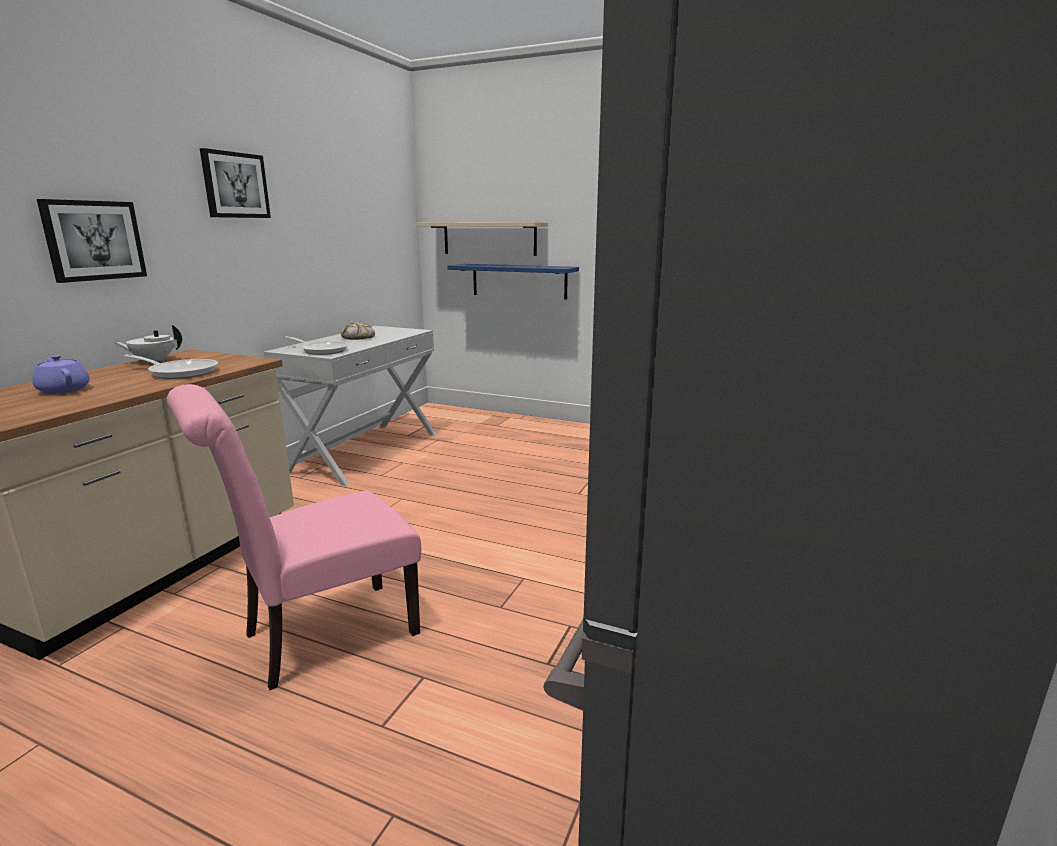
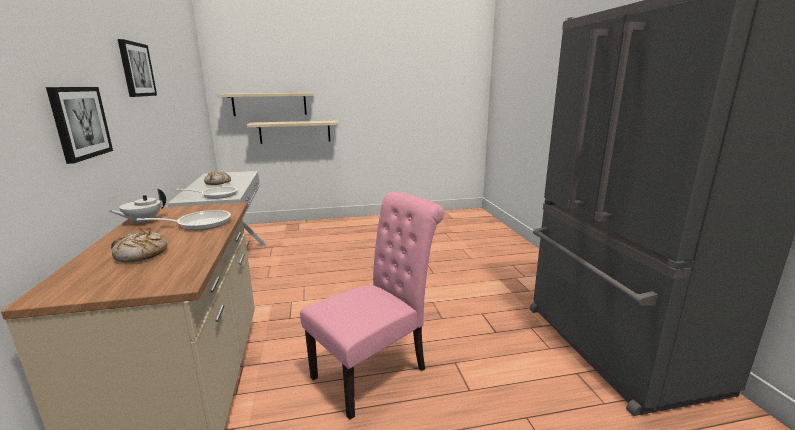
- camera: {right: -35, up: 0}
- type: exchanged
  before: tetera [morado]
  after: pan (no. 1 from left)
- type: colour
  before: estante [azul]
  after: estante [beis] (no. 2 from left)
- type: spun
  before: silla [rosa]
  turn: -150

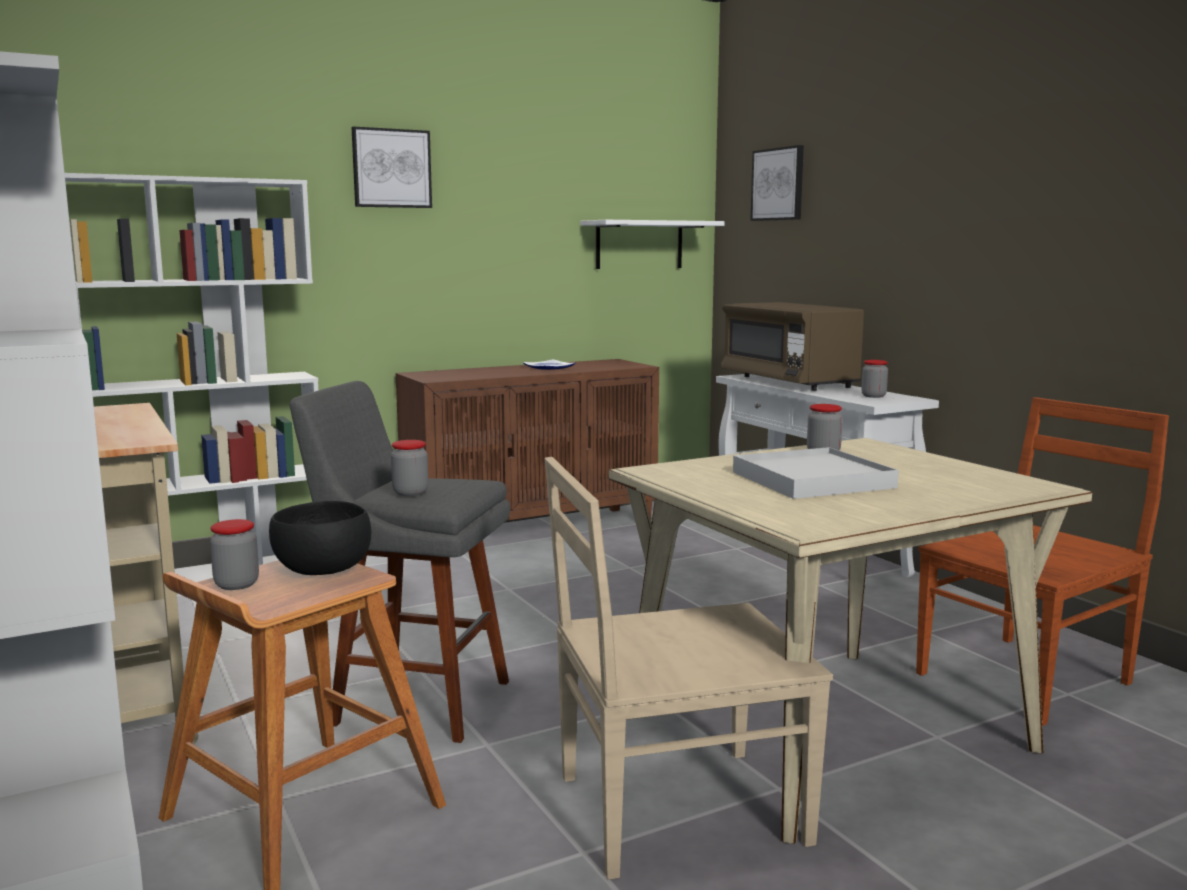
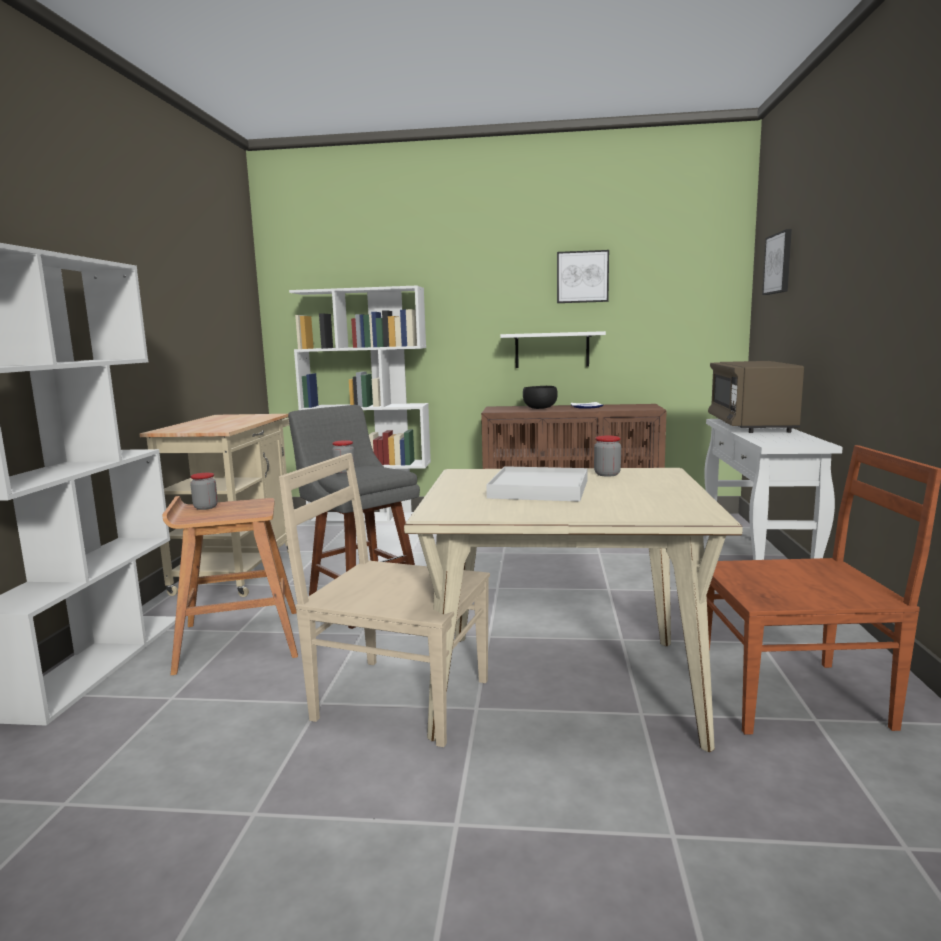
- camera: {right: 35, up: 0}
- type: relocated
  before: estante [blanco]
- type: relocated
  before: cuenco [negro]
- type: relocated
  before: cuadro (no. 1 from left)
- type: missing
  before: tarro (no. 4 from left)

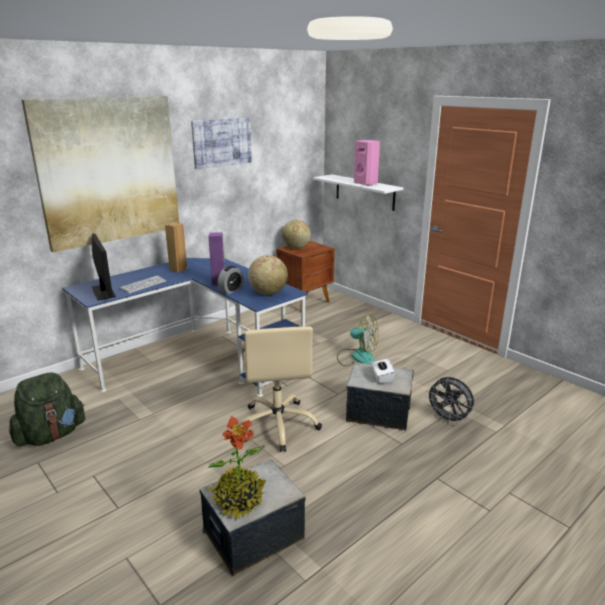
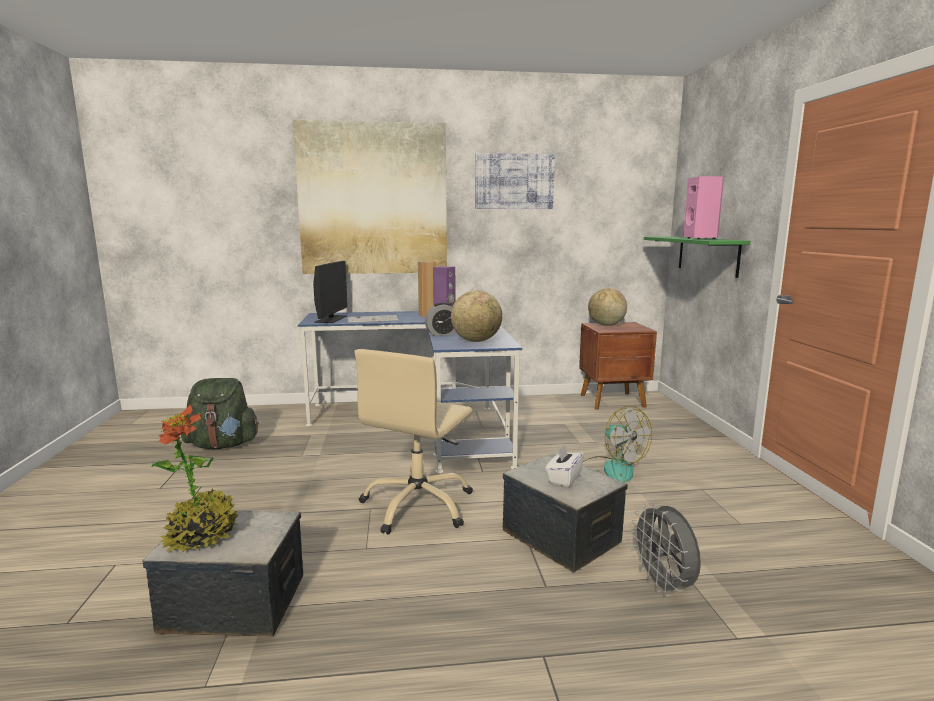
- camera: {right: 35, up: -10}
- type: colour
  before: estante [blanco]
  after: estante [verde]

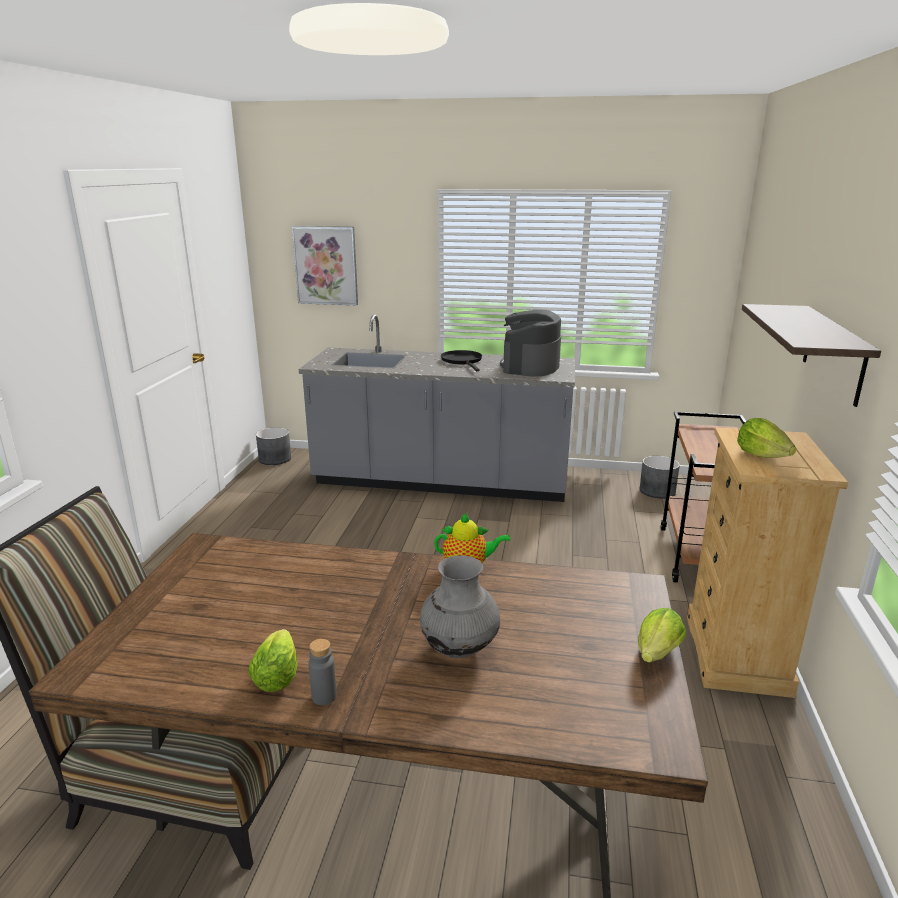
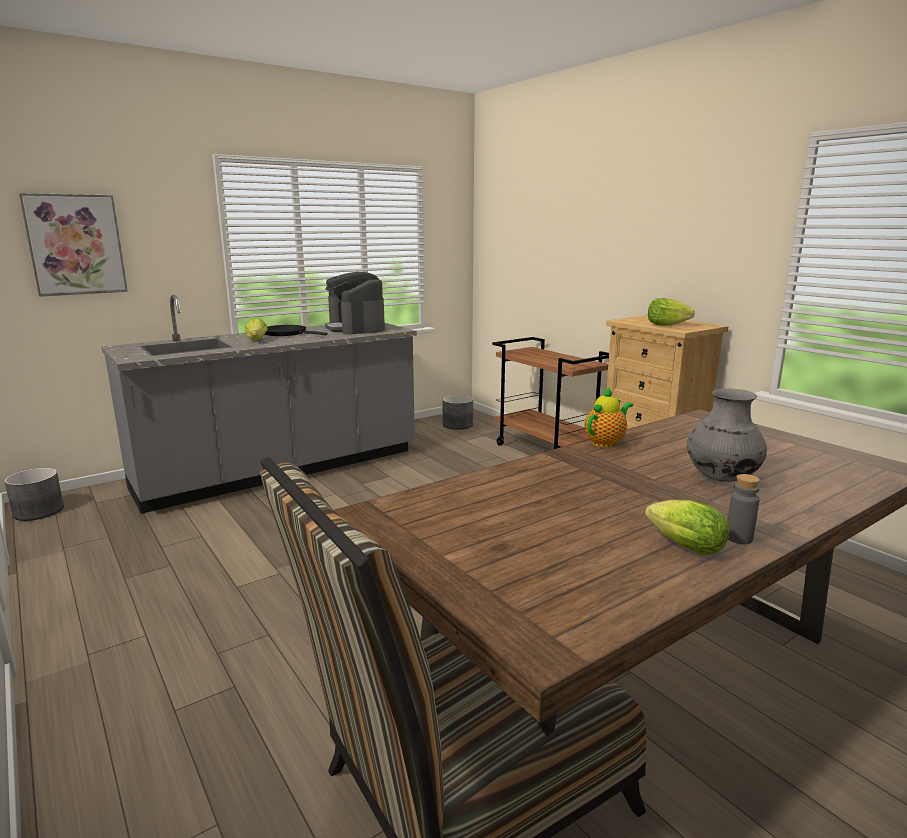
- camera: {right: -45, up: -5}
- type: relocated
  before: lechuga (no. 2 from left in the first image)
  after: lechuga (no. 1 from left)
- type: missing
  before: estante

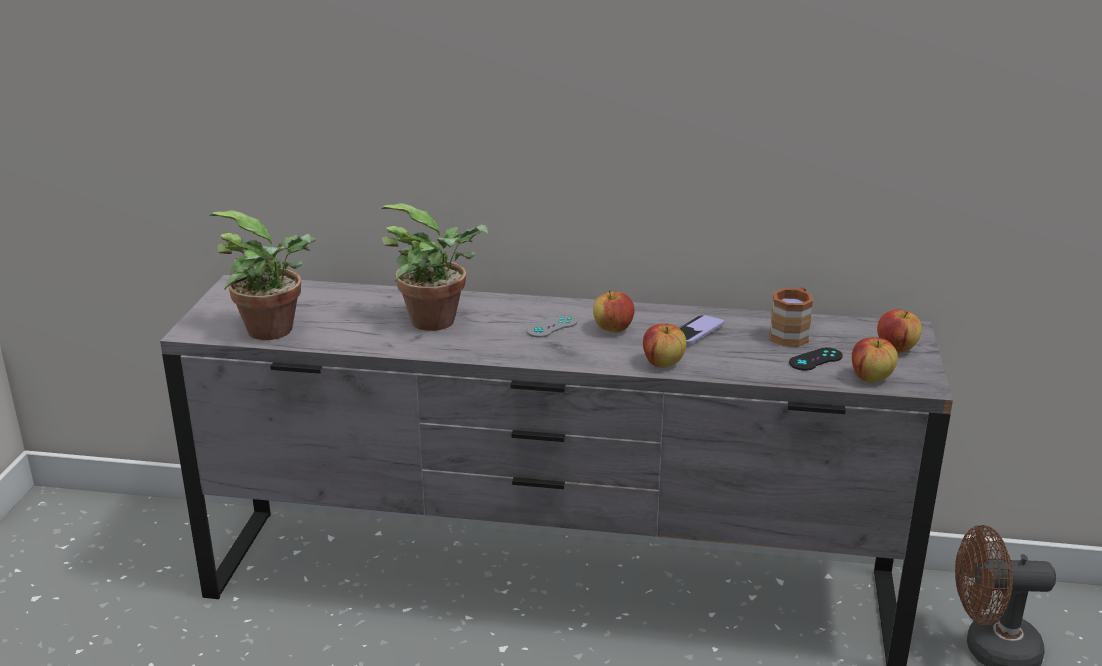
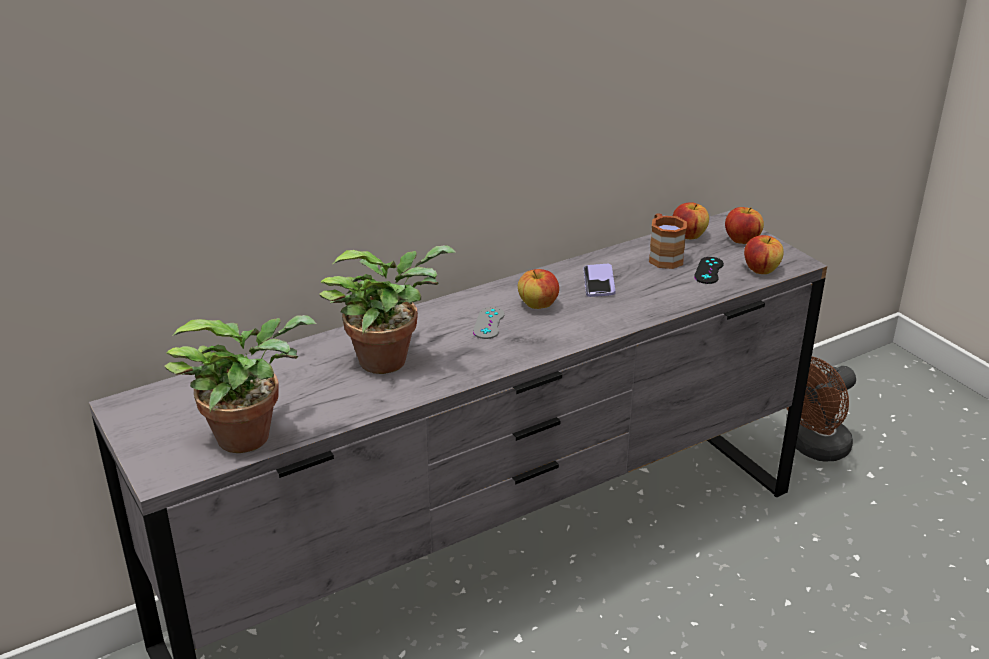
- camera: {right: -40, up: 5}
- type: relocated
  before: manzana (no. 2 from left)

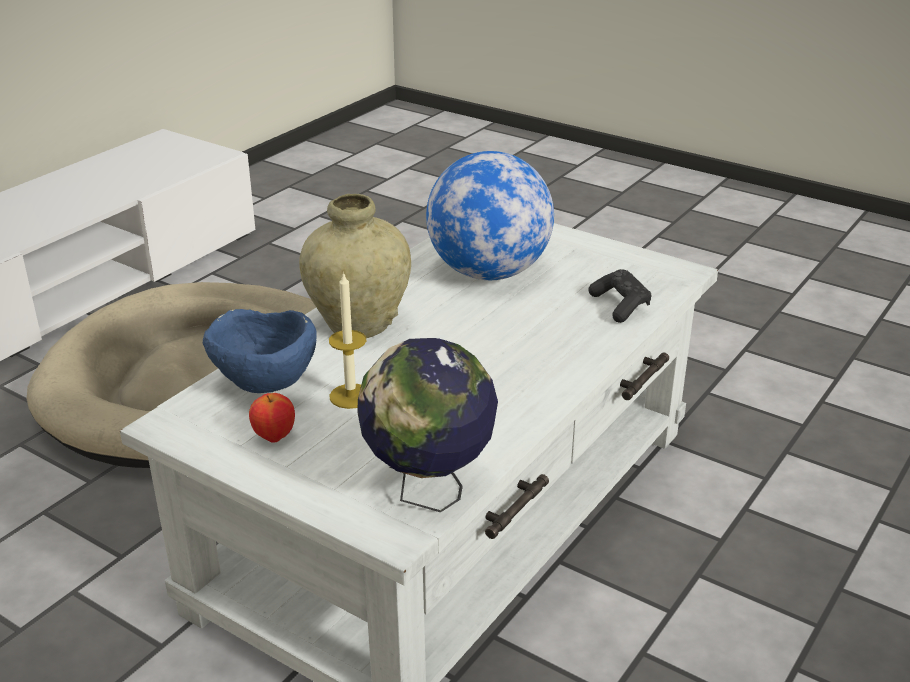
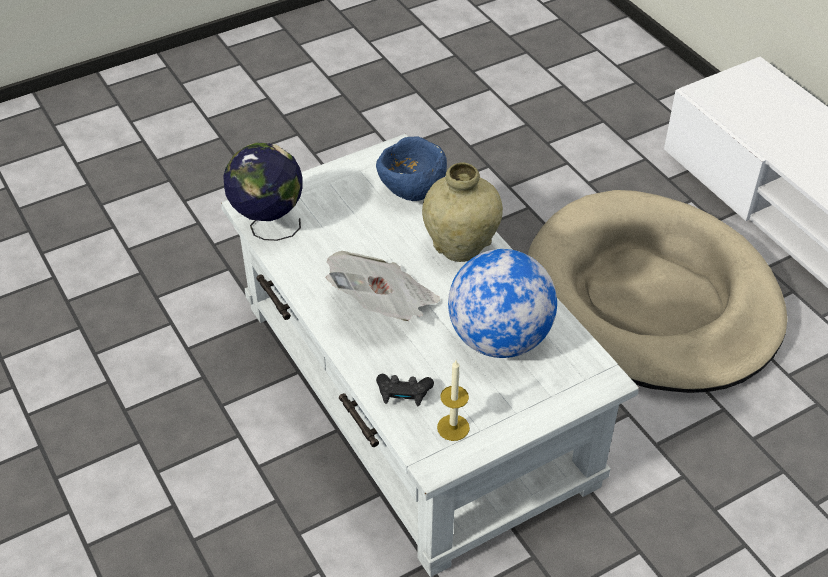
- camera: {right: 115, up: 15}
- type: appeared
  after: periódico
- type: relocated
  before: vela
- type: missing
  before: manzana

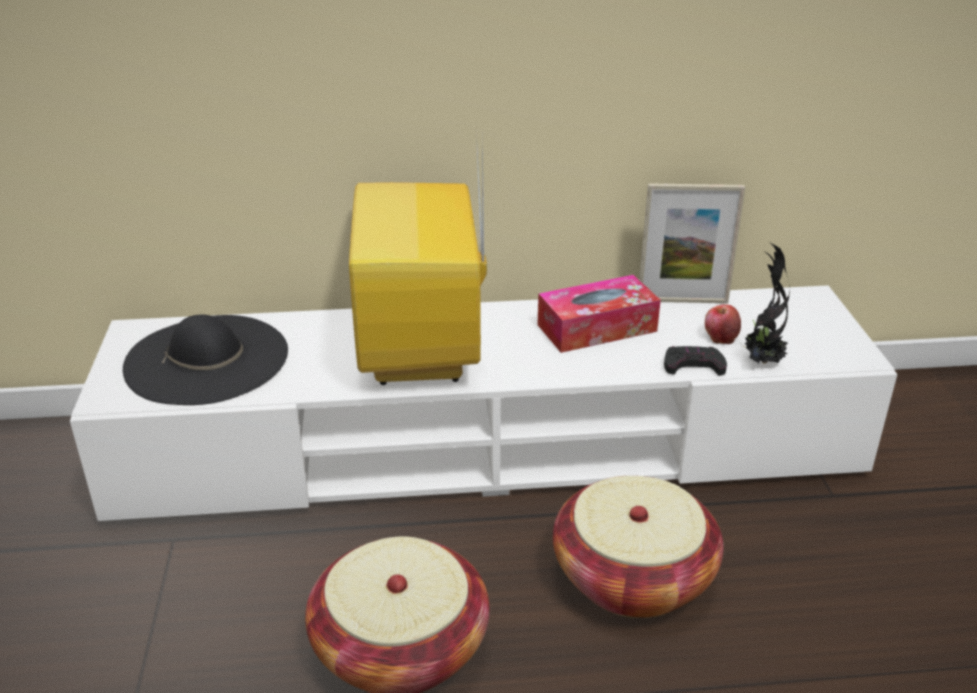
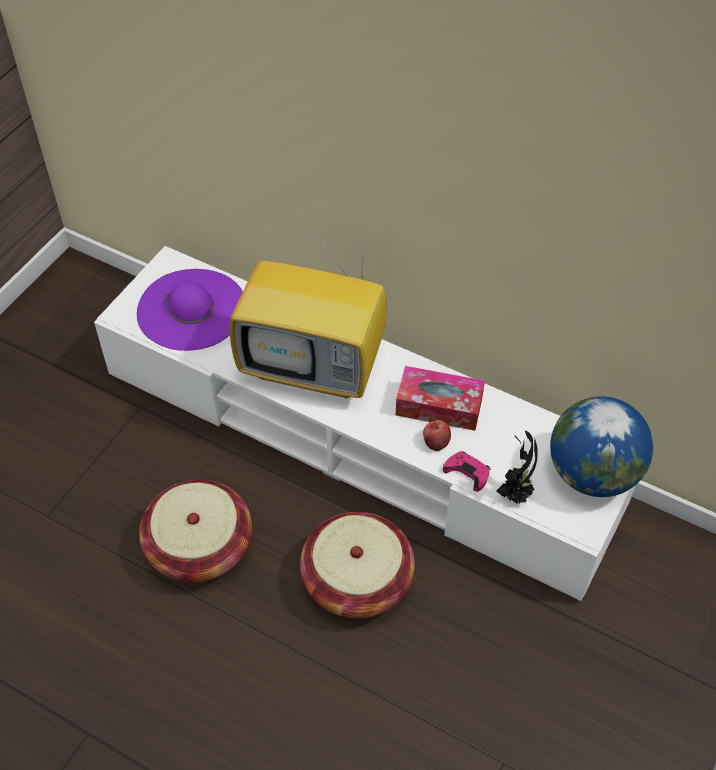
- camera: {right: 35, up: 20}
- type: colour
  before: sombrero [negro]
  after: sombrero [morado]
- type: spun
  before: televisor
  turn: -105
- type: relocated
  before: manzana
- type: colour
  before: mando de consola [negro]
  after: mando de consola [rosa]
- type: appeared
  after: globo terráqueo
- type: missing
  before: portarretratos

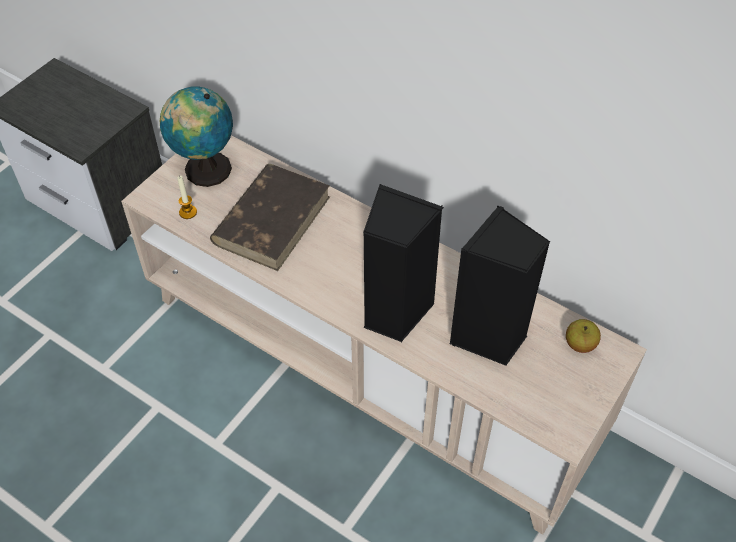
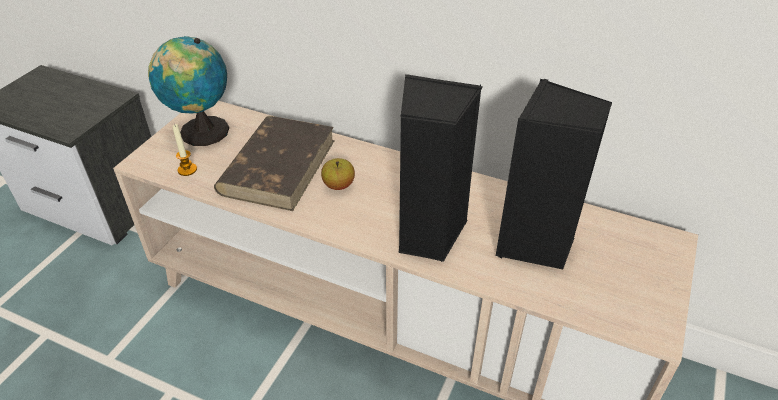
- camera: {right: -10, up: -10}
- type: relocated
  before: manzana

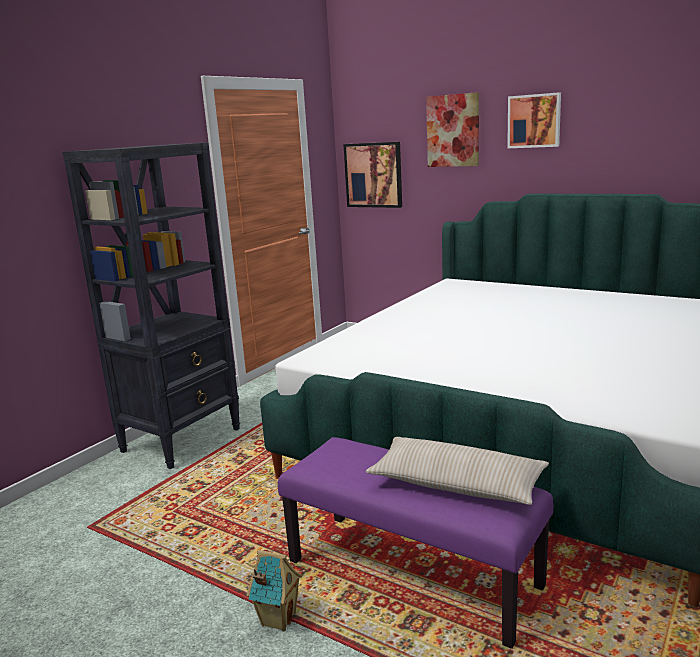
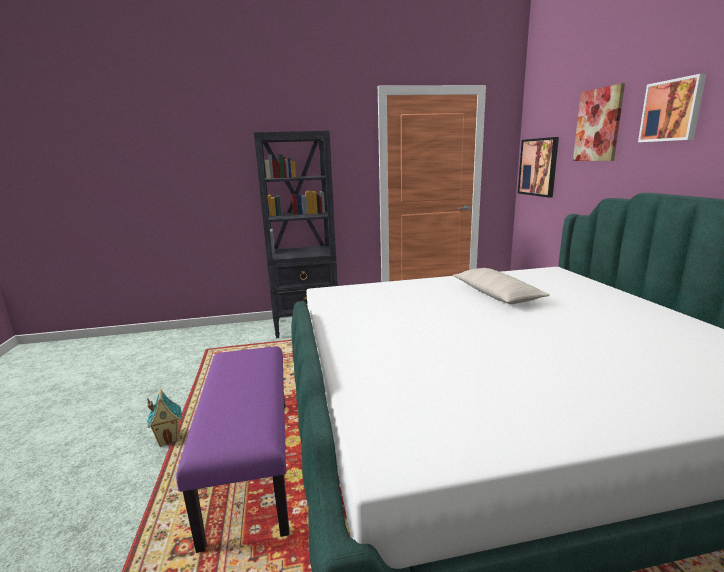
- camera: {right: 45, up: 0}
- type: relocated
  before: cojín [beis]

